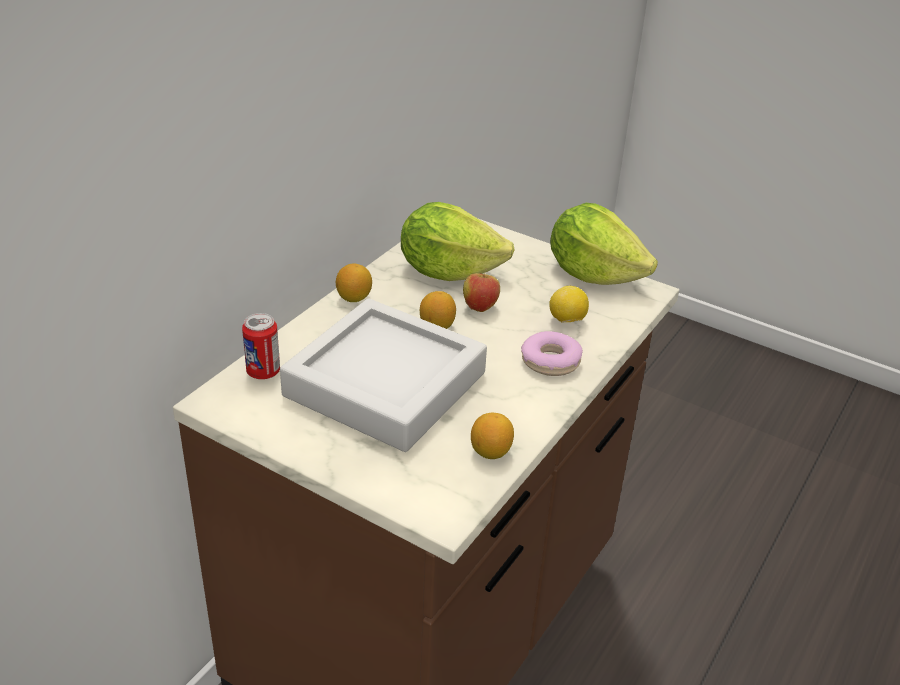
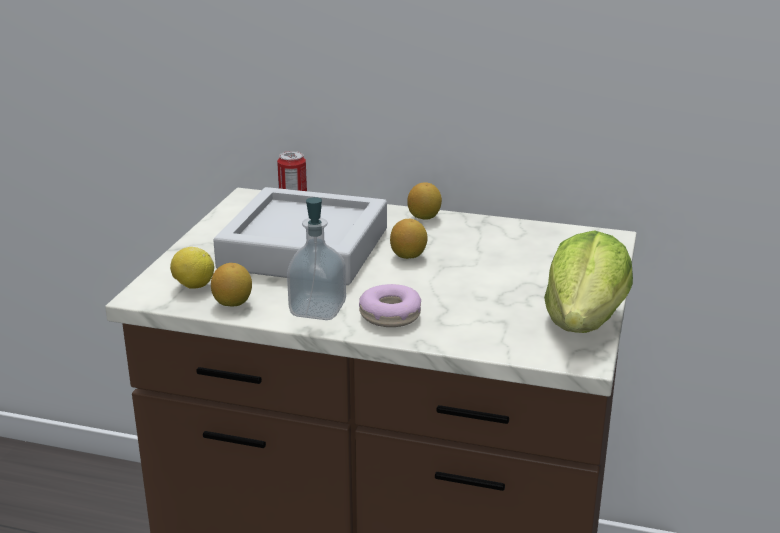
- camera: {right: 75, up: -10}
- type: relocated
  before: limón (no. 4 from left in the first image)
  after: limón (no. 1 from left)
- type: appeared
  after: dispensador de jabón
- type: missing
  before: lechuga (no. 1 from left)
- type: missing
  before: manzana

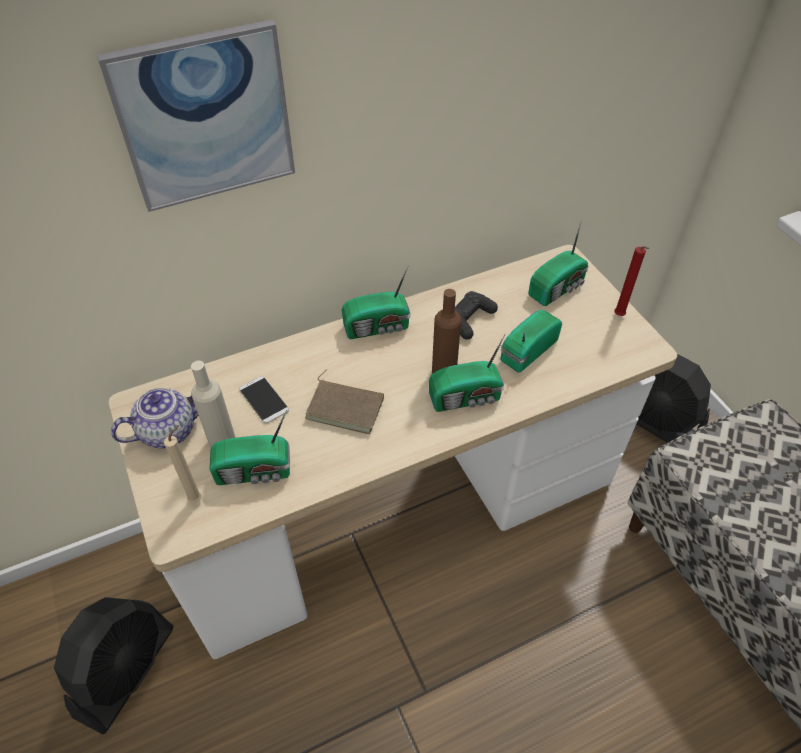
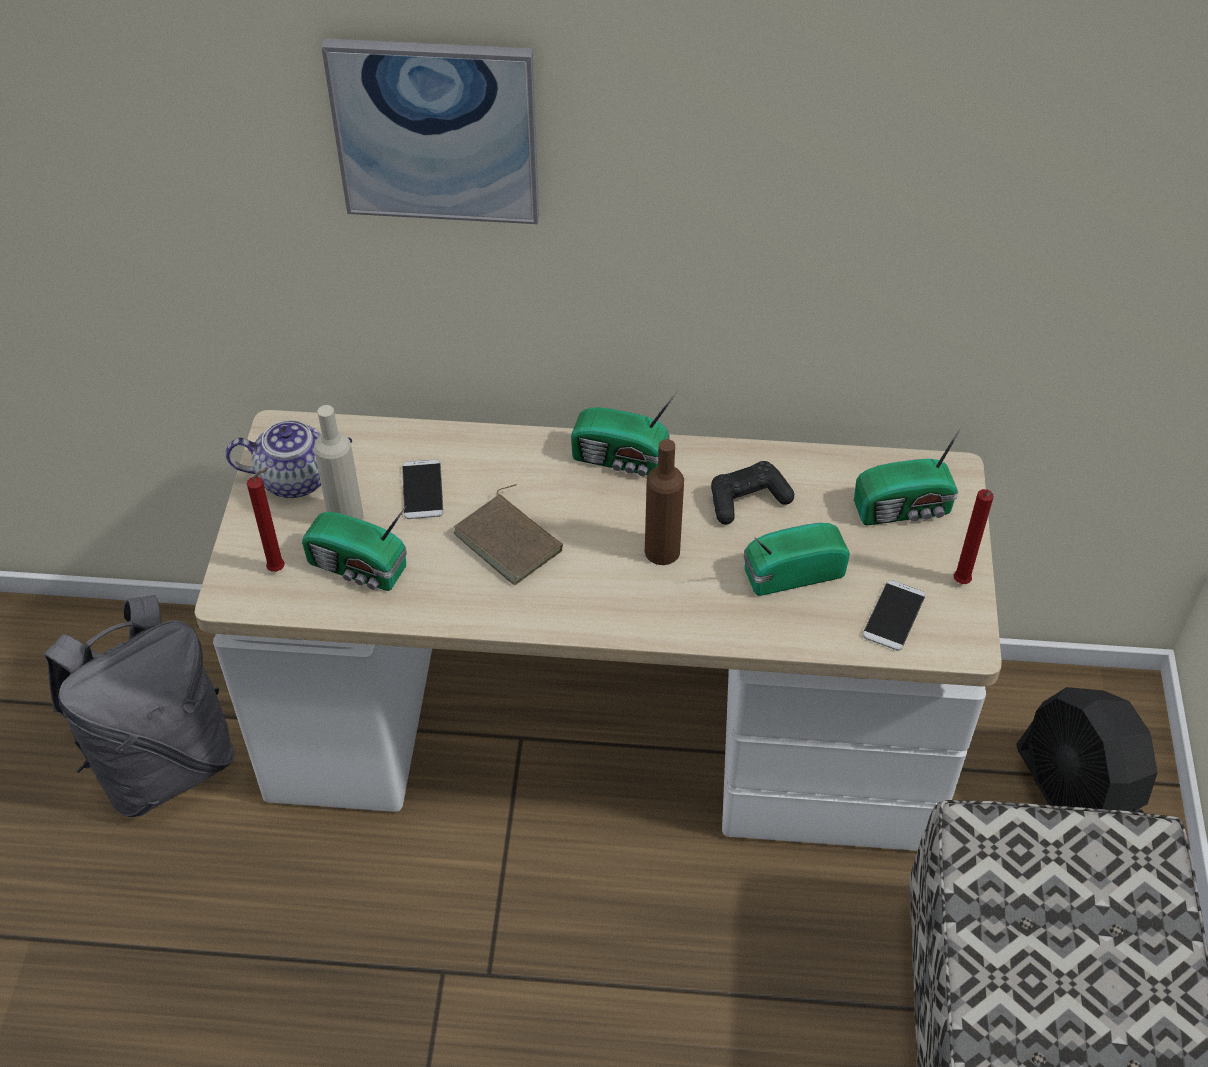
- camera: {right: 30, up: 0}
- type: exchanged
  before: ventilador [negro] (no. 1 from left)
  after: mochila [gris]
- type: colour
  before: vela [beis]
  after: vela [rojo] (no. 1 from left)
- type: appeared
  after: móvil (no. 2 from left)
- type: missing
  before: radio (no. 3 from left)

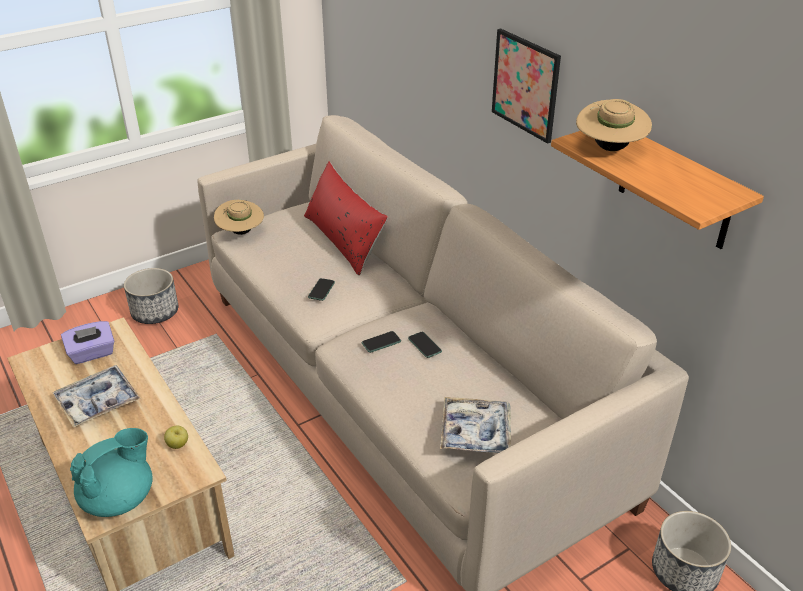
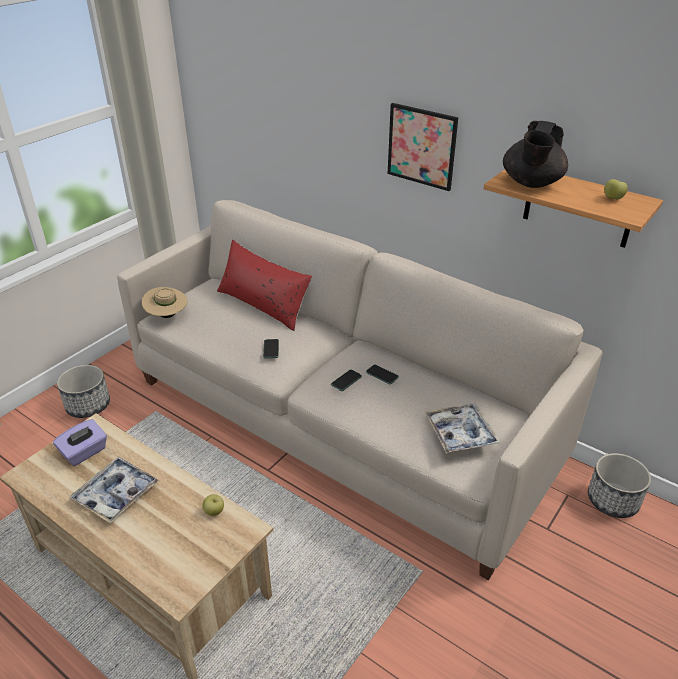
- camera: {right: -20, up: 0}
- type: exchanged
  before: sombrero [beis] (no. 2 from left)
  after: tetera [negro]
- type: appeared
  after: manzana (no. 2 from left)
- type: missing
  before: tetera [turquesa]

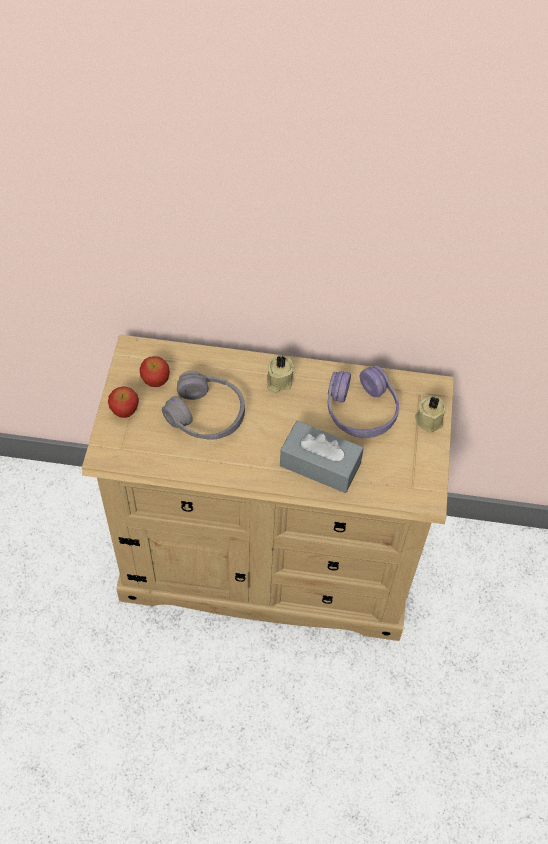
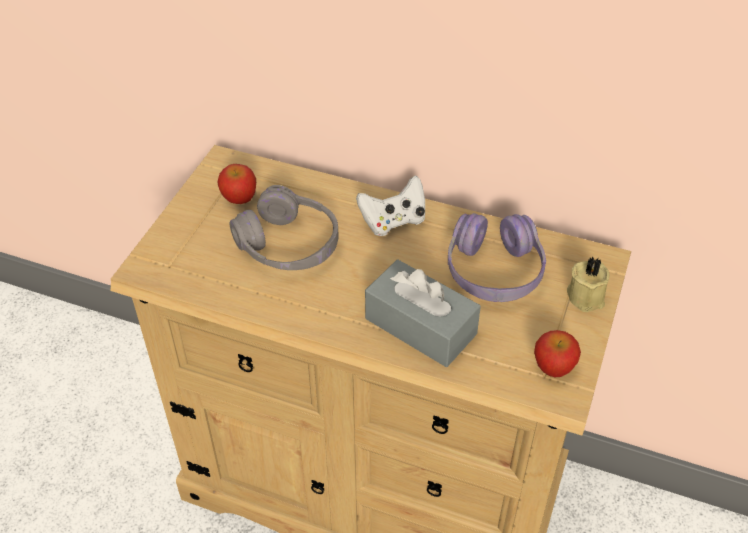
- camera: {right: 15, up: -10}
- type: exchanged
  before: vela [beis] (no. 1 from left)
  after: mando de consola [blanco]
- type: relocated
  before: manzana (no. 1 from left in the first image)
  after: manzana (no. 2 from left)

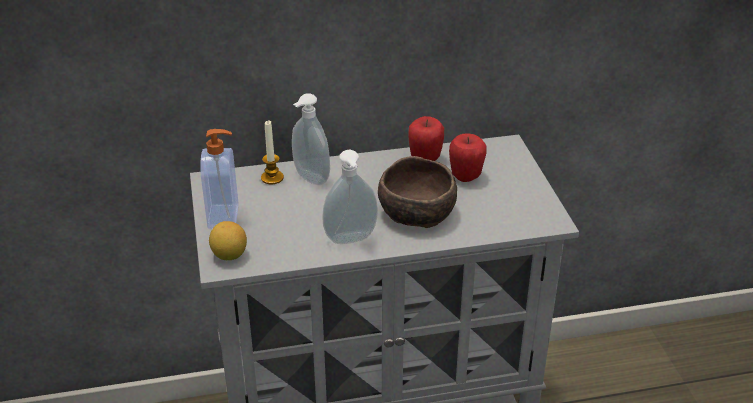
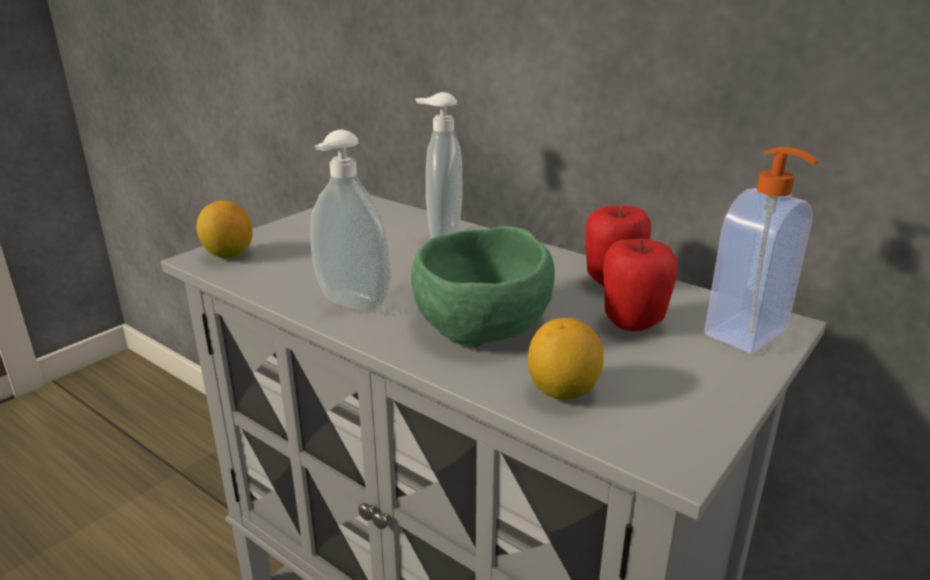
- camera: {right: 50, up: -10}
- type: colour
  before: cuenco [marrón]
  after: cuenco [verde]
- type: appeared
  after: limón (no. 2 from left)
- type: relocated
  before: dispensador de jabón (no. 1 from left in the first image)
  after: dispensador de jabón (no. 3 from left)
- type: missing
  before: vela

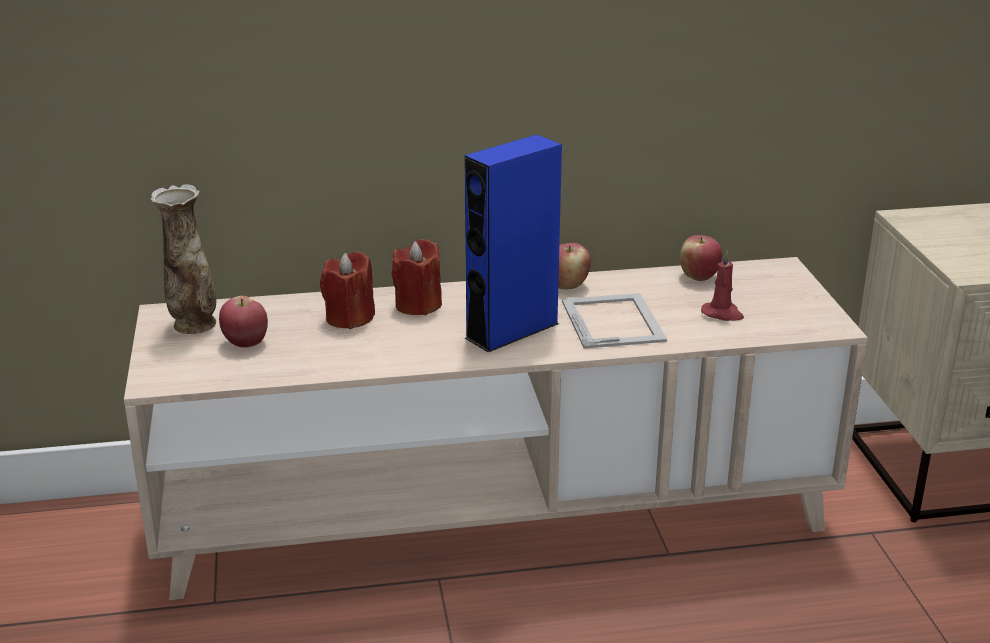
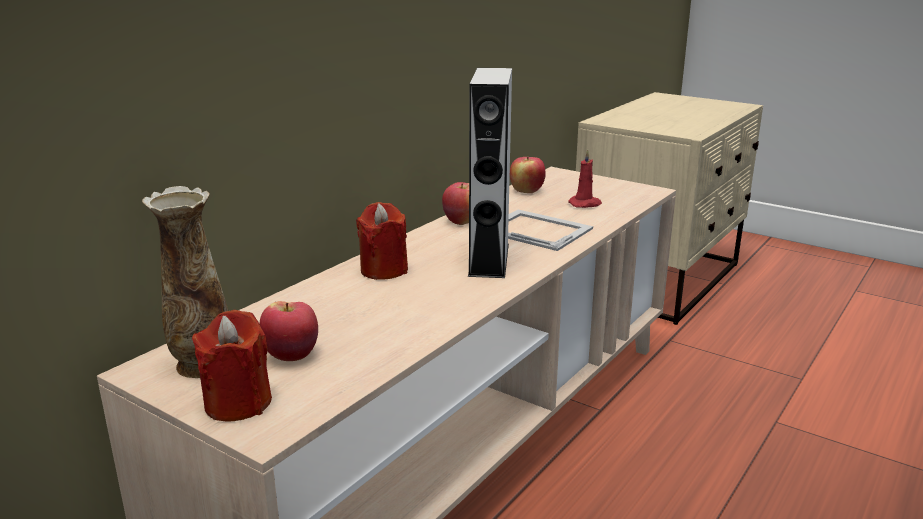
- camera: {right: -45, up: -5}
- type: relocated
  before: vela [rojo] (no. 1 from left)
- type: colour
  before: altavoz [azul]
  after: altavoz [gris]

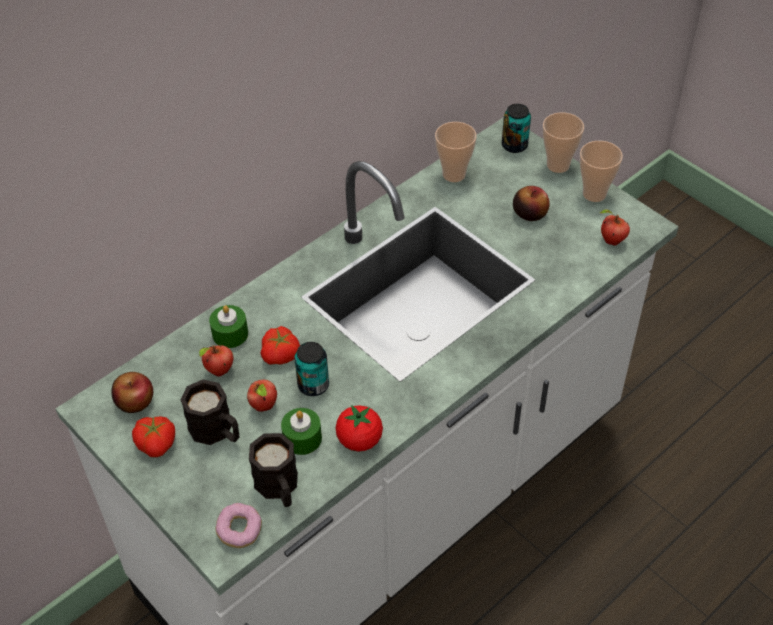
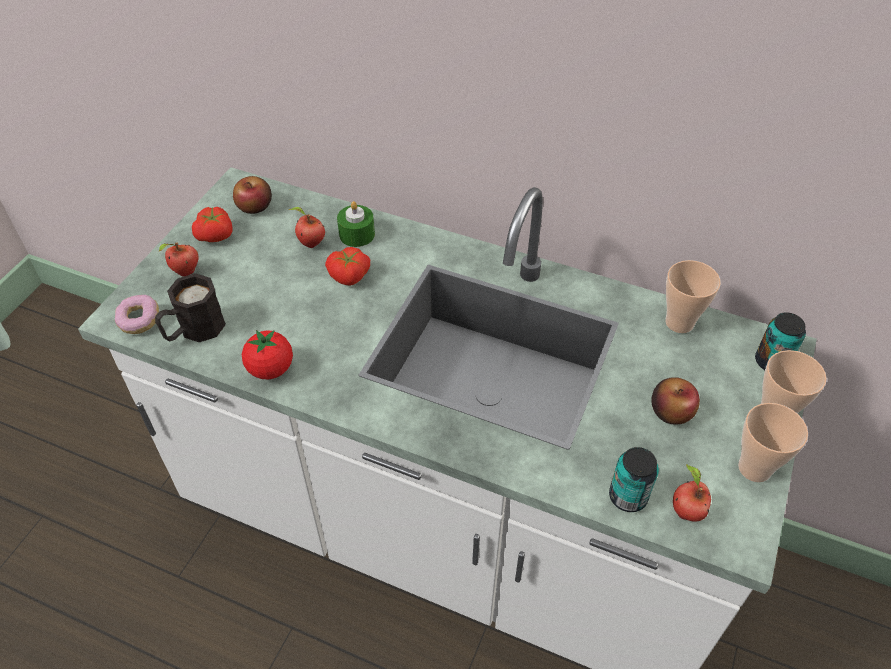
- camera: {right: 65, up: 0}
- type: relocated
  before: manzana (no. 3 from left in the first image)
  after: manzana (no. 1 from left)
- type: relocated
  before: lata (no. 1 from left)
- type: missing
  before: taza grande [negro] (no. 1 from left)
- type: missing
  before: vela [verde] (no. 2 from left)

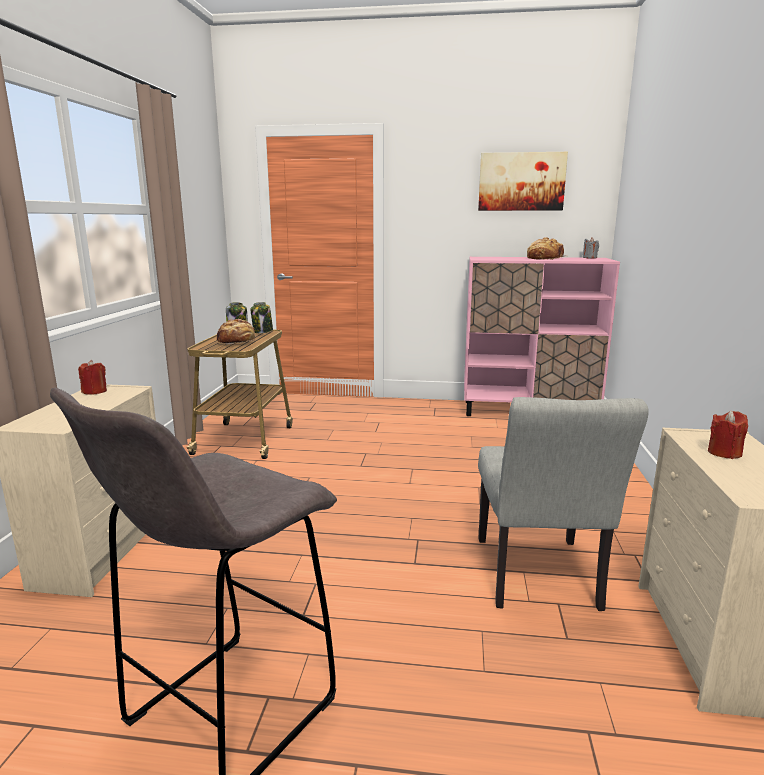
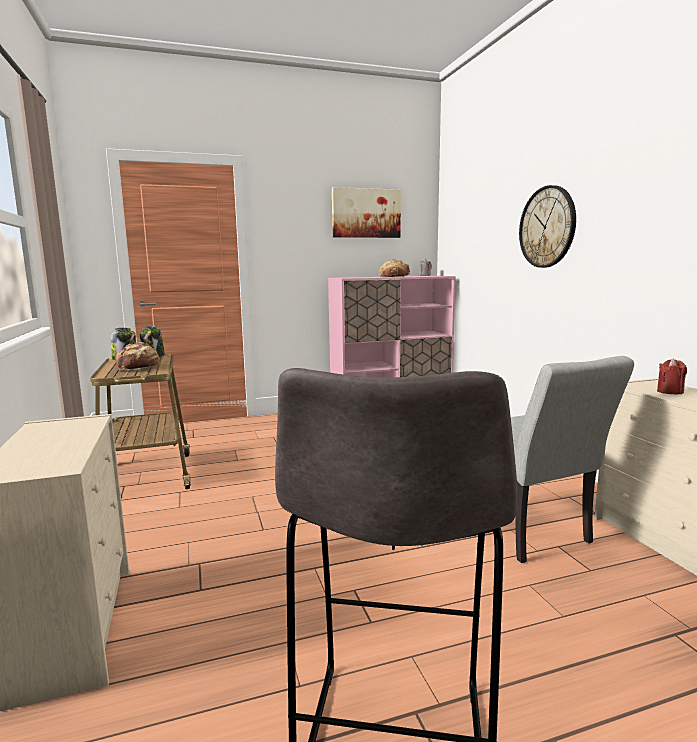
- camera: {right: -25, up: -5}
- type: appeared
  after: reloj de pared
- type: missing
  before: vela [rojo] (no. 1 from left)

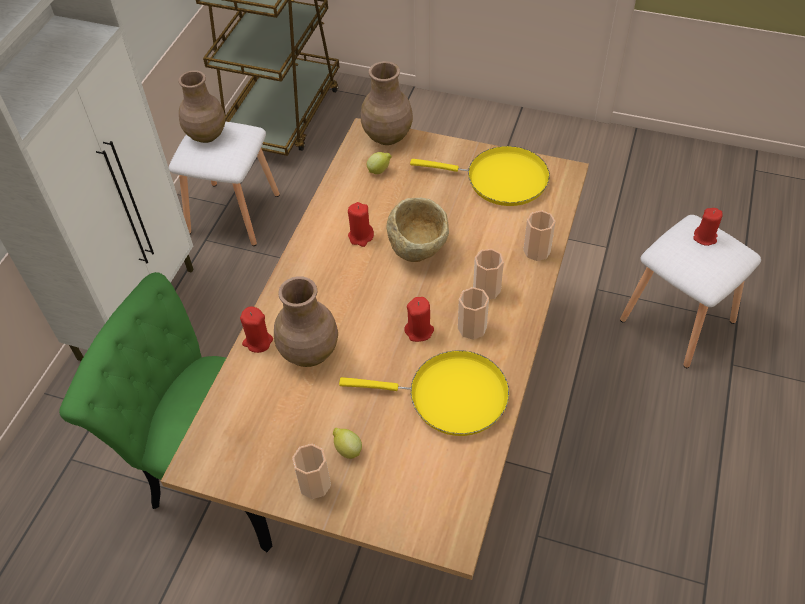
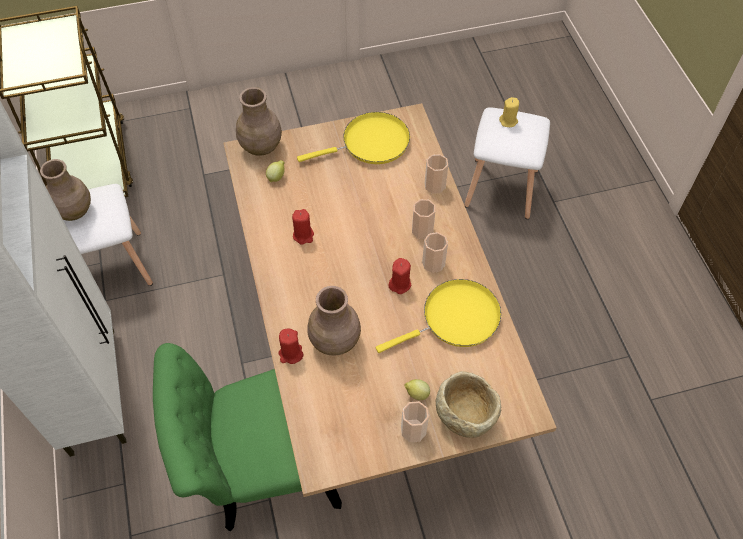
- camera: {right: -35, up: 5}
- type: relocated
  before: cuenco [beis]
- type: colour
  before: vela [rojo] (no. 4 from left)
  after: vela [amarillo]

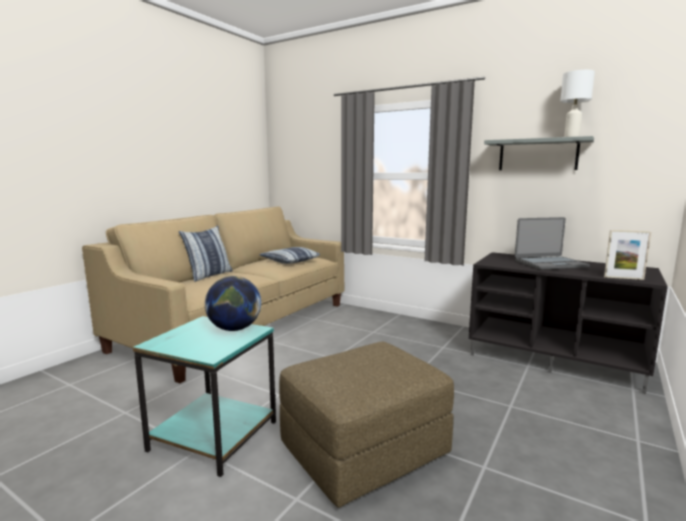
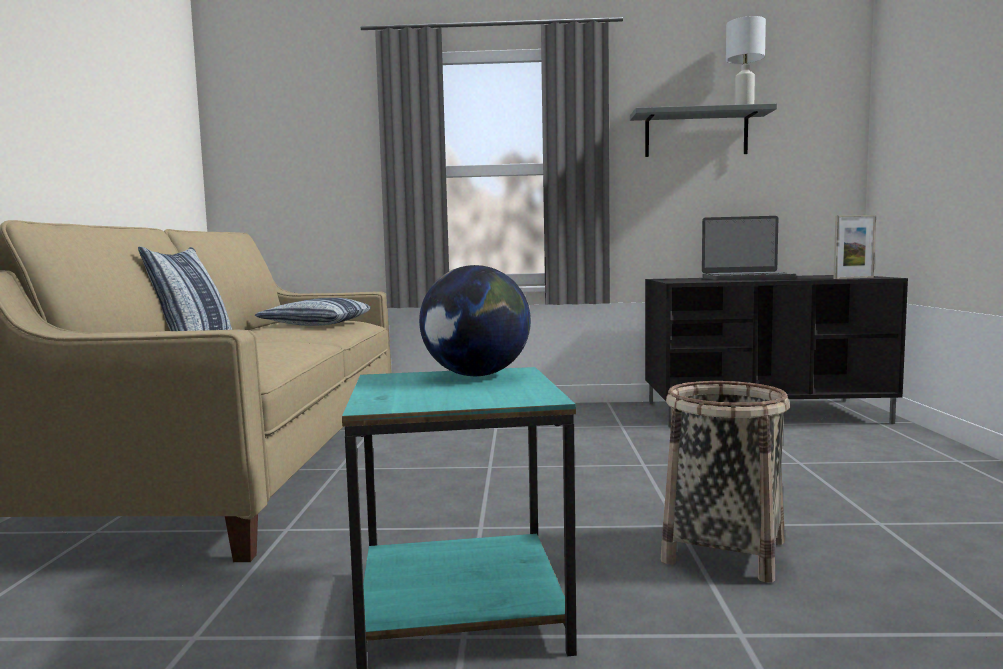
- camera: {right: -30, up: -5}
- type: exchanged
  before: puf [marrón]
  after: cesta
- type: spun
  before: portátil
  turn: 45

